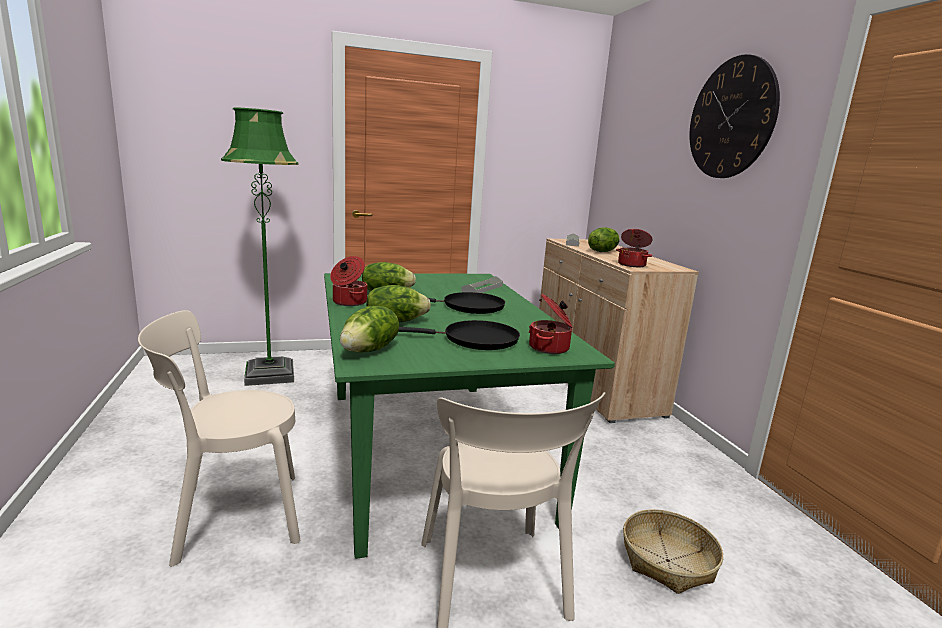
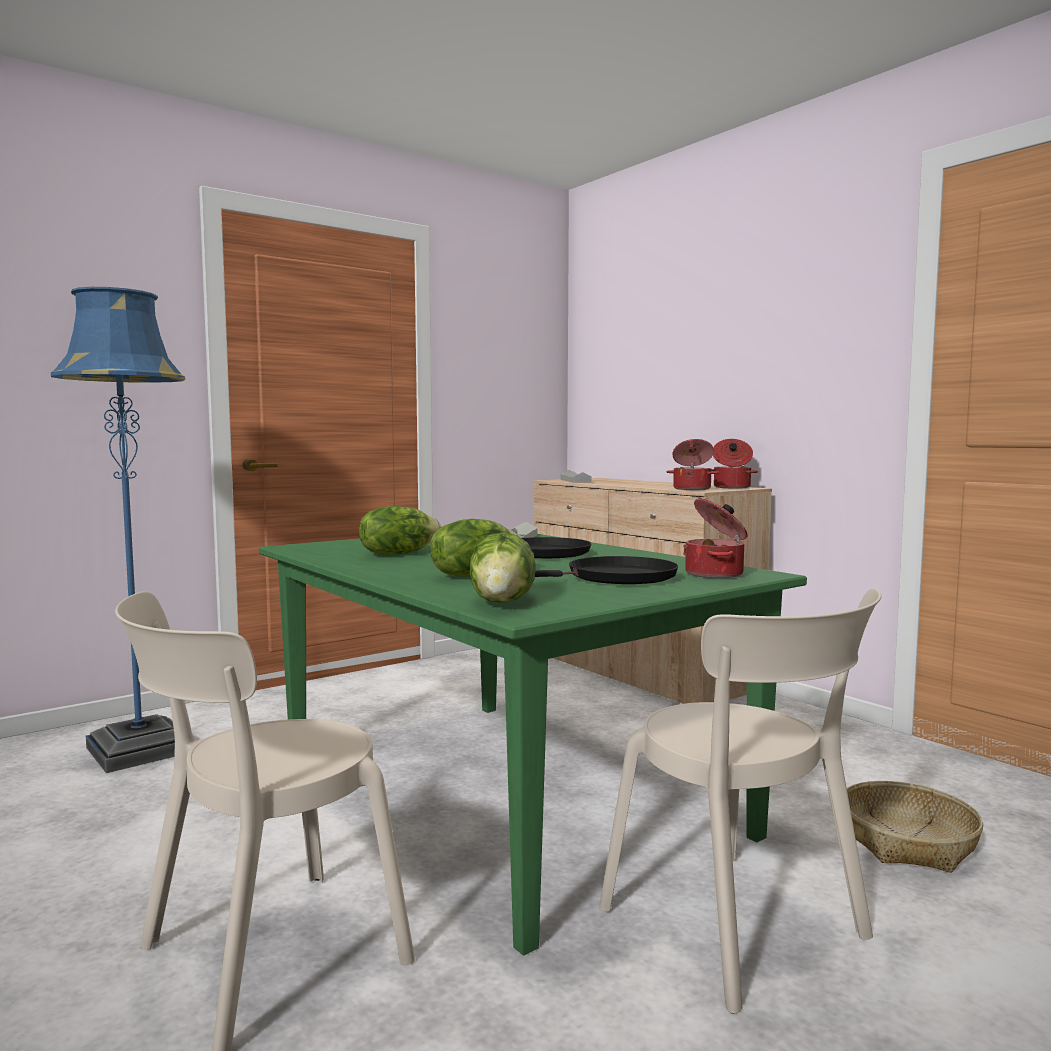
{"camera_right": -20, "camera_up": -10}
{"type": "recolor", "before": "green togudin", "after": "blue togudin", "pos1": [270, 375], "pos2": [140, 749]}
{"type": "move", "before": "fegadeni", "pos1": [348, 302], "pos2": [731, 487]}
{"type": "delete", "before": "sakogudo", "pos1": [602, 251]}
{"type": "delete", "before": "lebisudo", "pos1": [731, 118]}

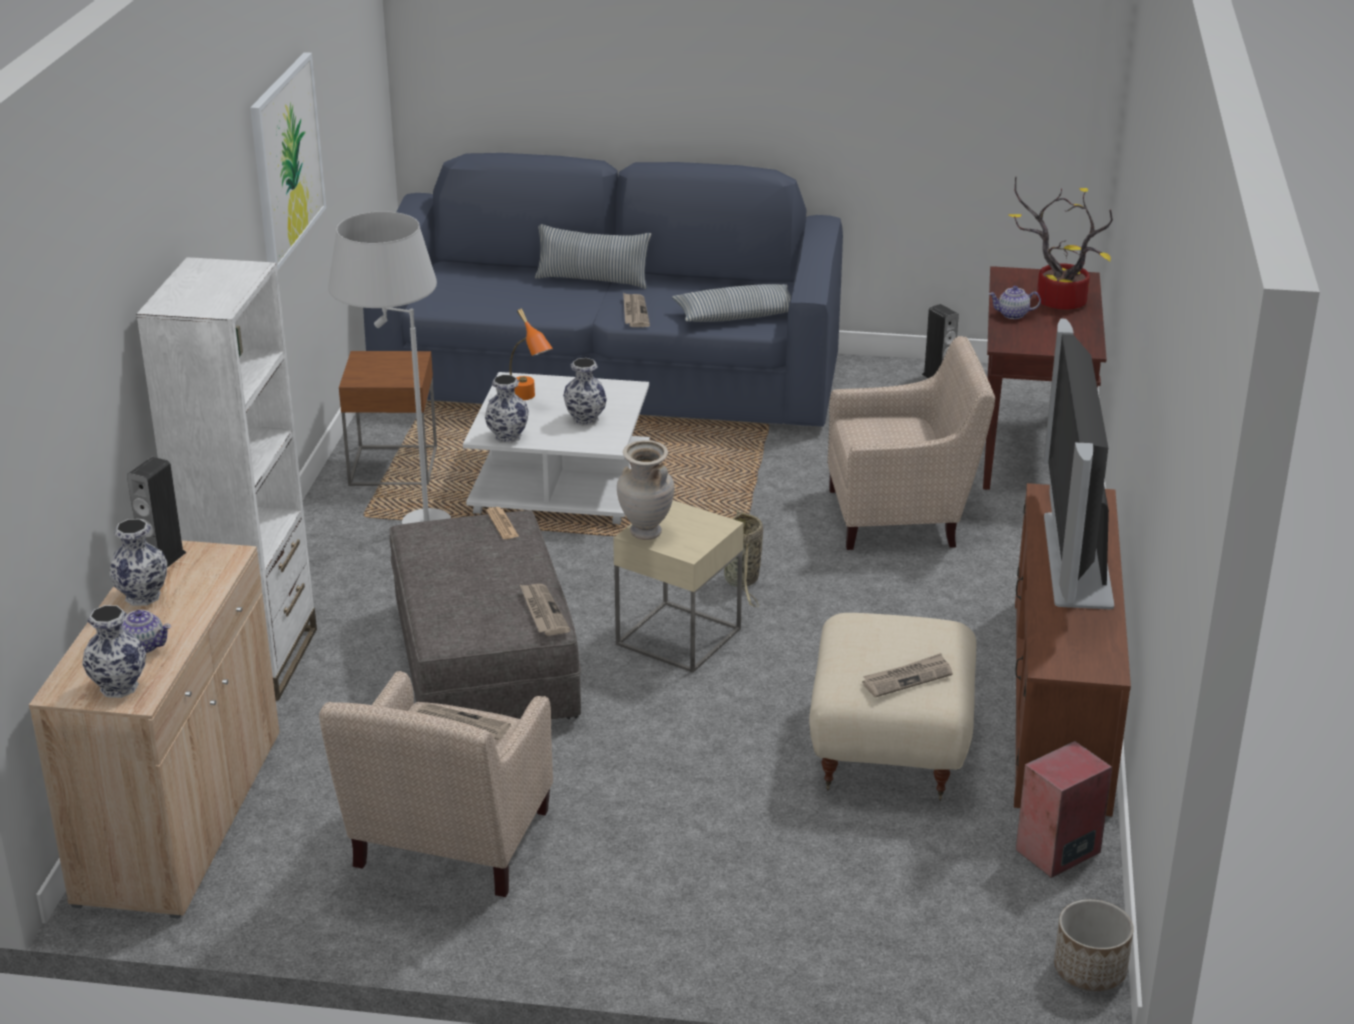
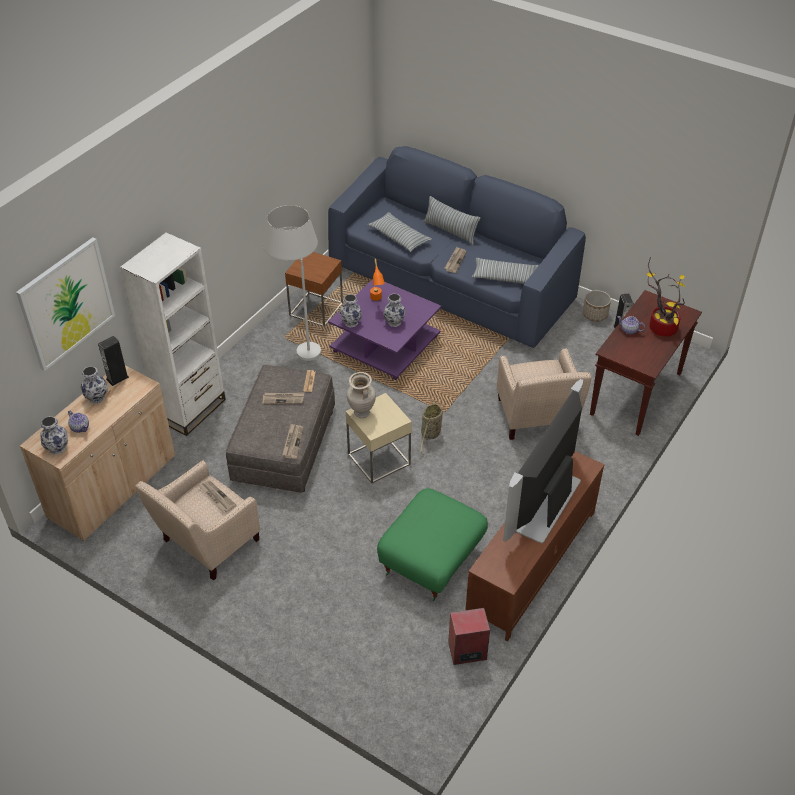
{"camera_right": 25, "camera_up": 15}
{"type": "move", "before": "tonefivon", "pos1": [286, 160], "pos2": [66, 303]}
{"type": "move", "before": "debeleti", "pos1": [907, 678], "pos2": [283, 399]}
{"type": "recolor", "before": "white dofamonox", "after": "purple dofamonox", "pos1": [563, 482], "pos2": [386, 344]}
{"type": "insert", "after": "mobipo", "pos2": [399, 237]}
{"type": "recolor", "before": "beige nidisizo", "after": "green nidisizo", "pos1": [892, 748], "pos2": [432, 562]}
{"type": "rotate", "before": "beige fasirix", "pos1": [902, 517], "pos2": [536, 419], "turn": 60}
{"type": "move", "before": "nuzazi", "pos1": [1090, 970], "pos2": [595, 314]}

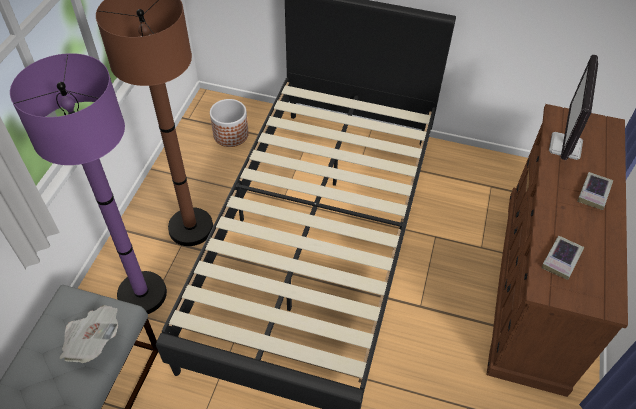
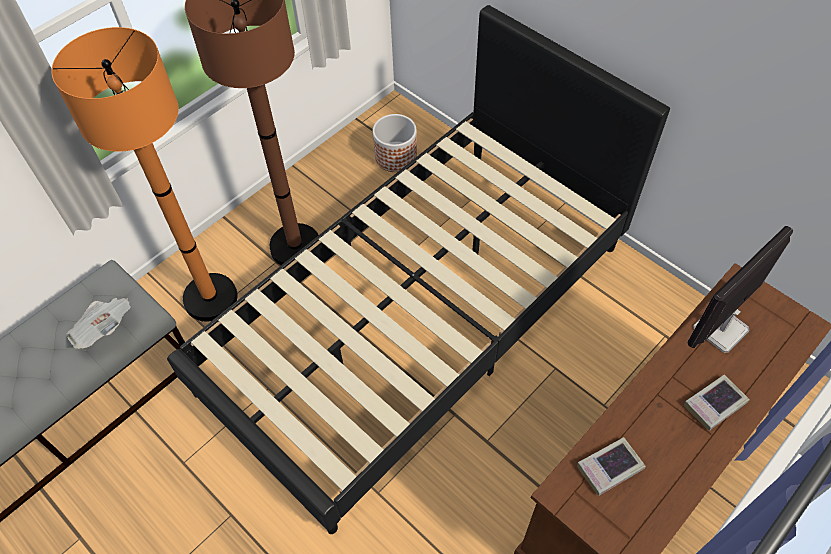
{"camera_right": 30, "camera_up": 5}
{"type": "recolor", "before": "purple togudin", "after": "orange togudin", "pos1": [142, 294], "pos2": [210, 298]}

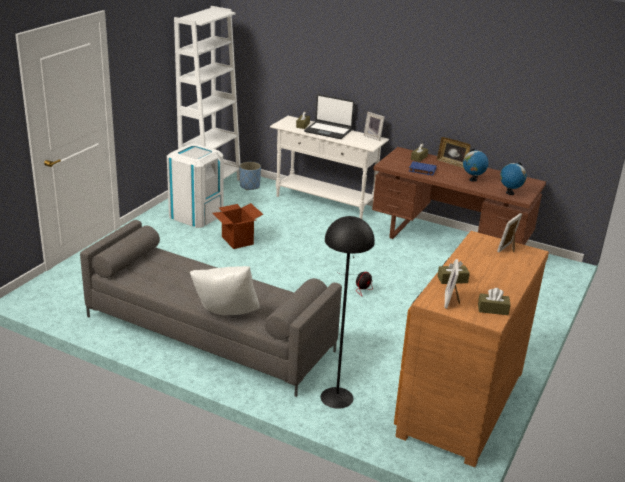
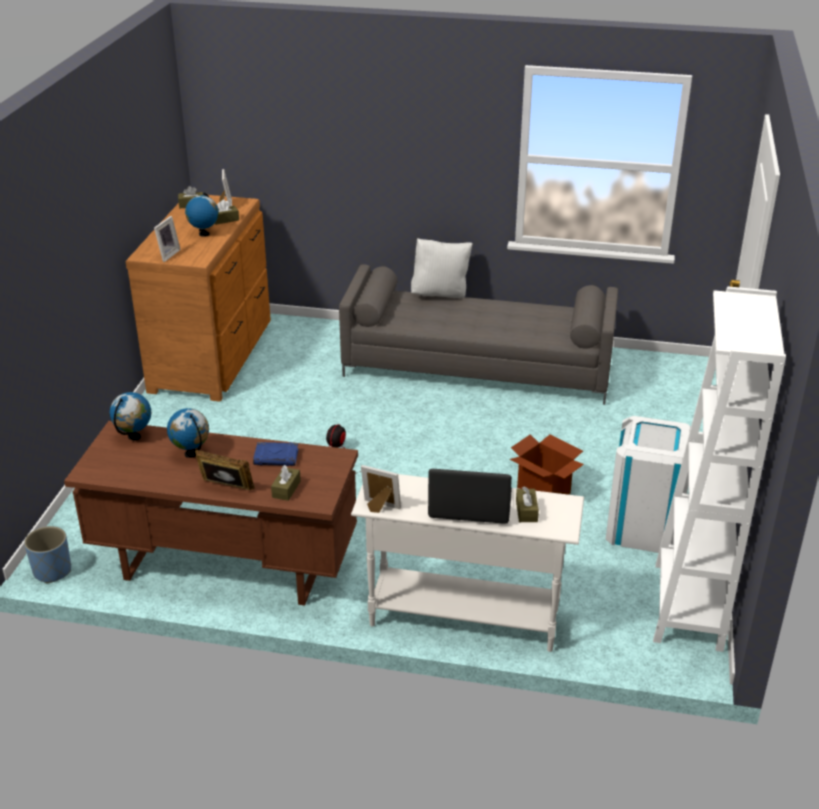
{"camera_right": 165, "camera_up": 5}
{"type": "move", "before": "blue nuzazi", "pos1": [250, 186], "pos2": [52, 571]}
{"type": "insert", "after": "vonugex", "pos2": [204, 234]}
{"type": "delete", "before": "black togudin", "pos1": [336, 397]}

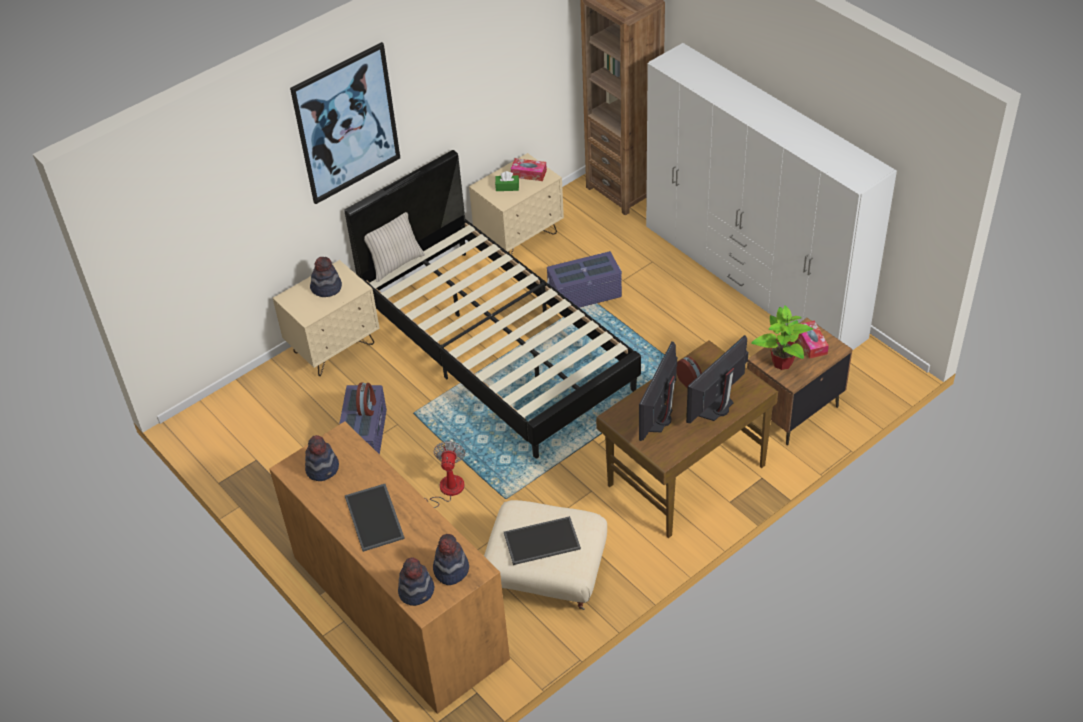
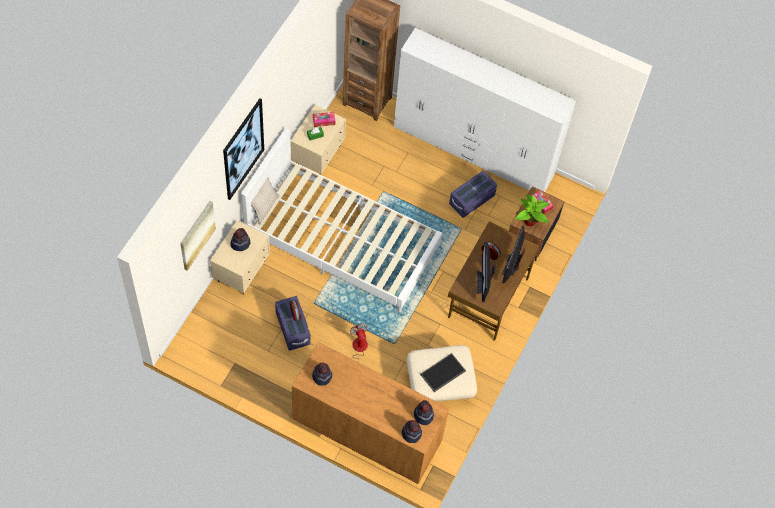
{"camera_right": -30, "camera_up": 15}
{"type": "insert", "after": "tonefivon", "pos2": [197, 235]}
{"type": "recolor", "before": "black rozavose", "after": "white rozavose", "pos1": [496, 347], "pos2": [341, 242]}
{"type": "move", "before": "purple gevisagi", "pos1": [584, 295], "pos2": [471, 200]}
{"type": "delete", "before": "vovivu", "pos1": [375, 517]}

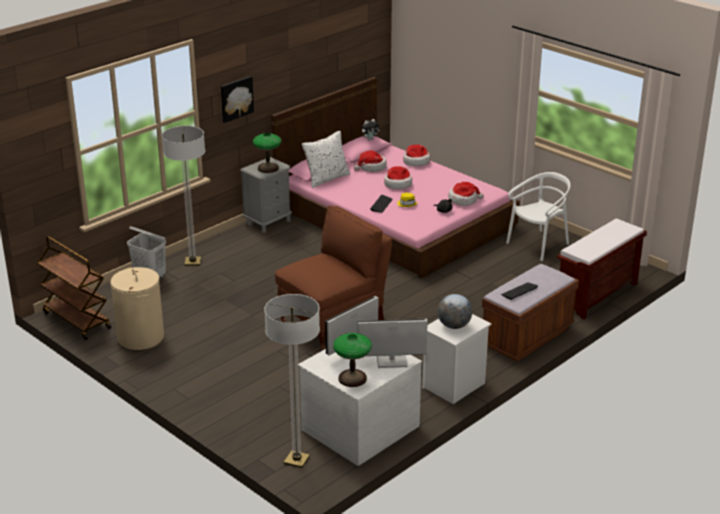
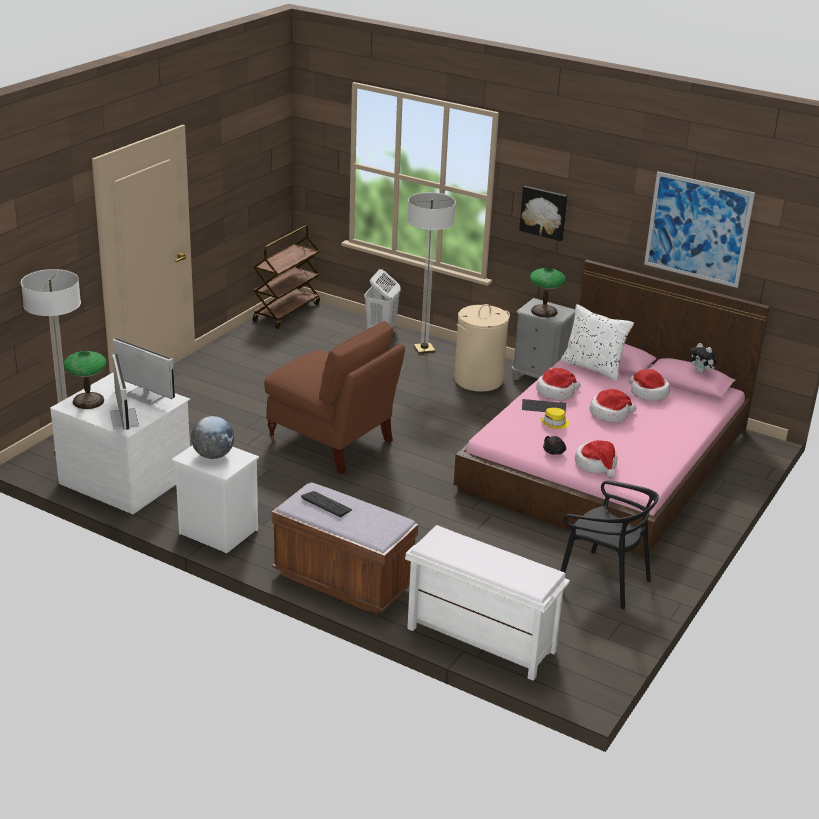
{"camera_right": 75, "camera_up": 0}
{"type": "recolor", "before": "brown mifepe", "after": "white mifepe", "pos1": [597, 295], "pos2": [479, 640]}
{"type": "move", "before": "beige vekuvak", "pos1": [141, 337], "pos2": [478, 380]}
{"type": "move", "before": "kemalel", "pos1": [416, 162], "pos2": [556, 392]}
{"type": "recolor", "before": "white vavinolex", "after": "black vavinolex", "pos1": [538, 245], "pos2": [604, 581]}
{"type": "insert", "after": "tonefivon", "pos2": [698, 229]}

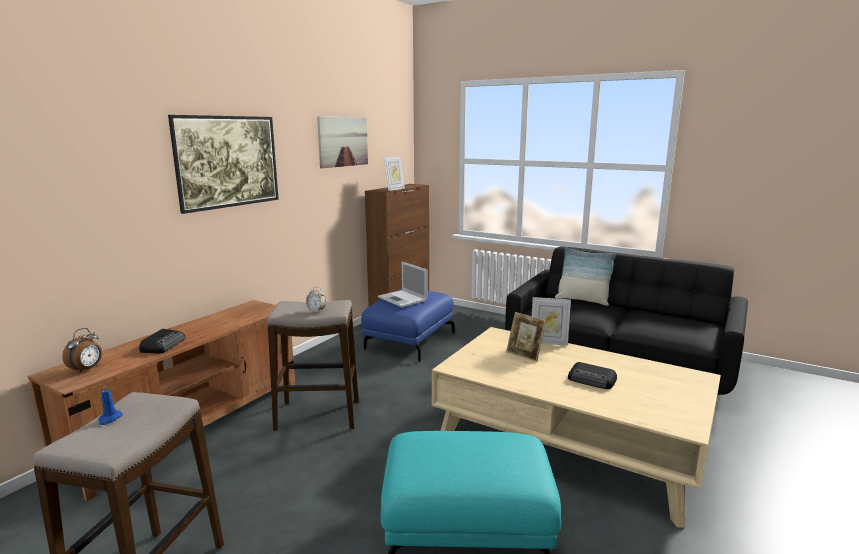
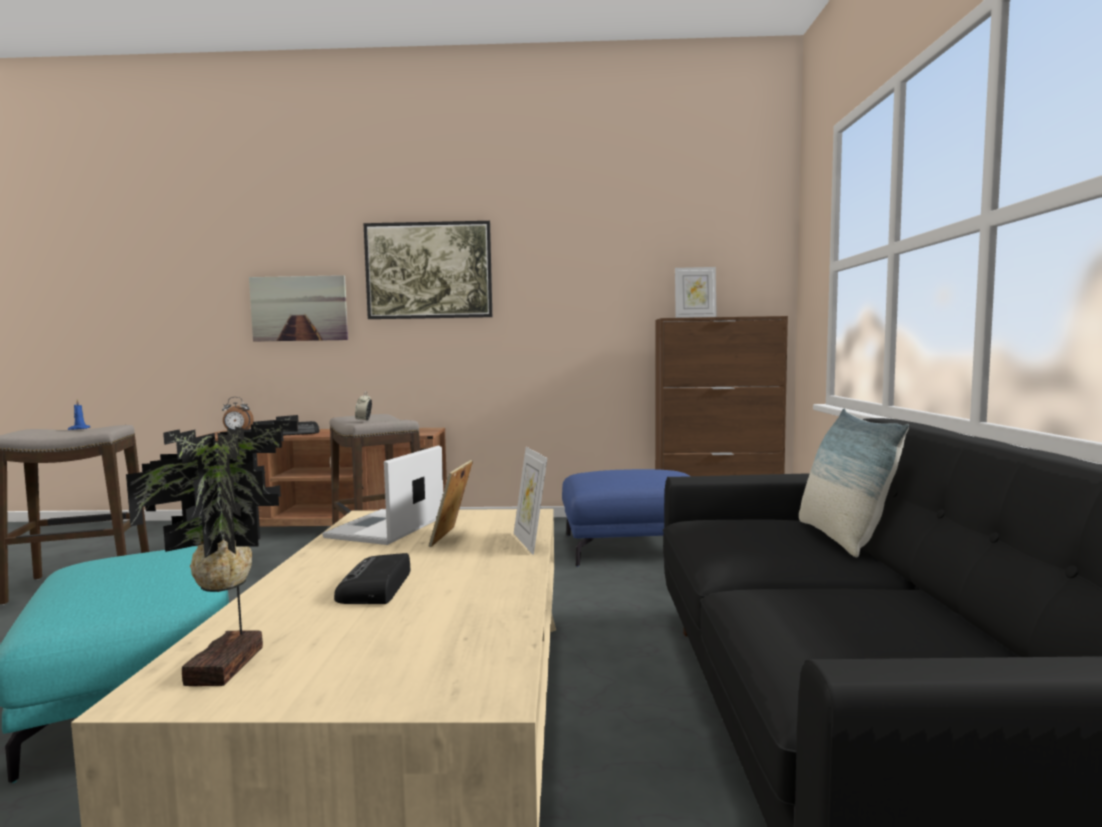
{"camera_right": 60, "camera_up": -10}
{"type": "insert", "after": "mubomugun", "pos2": [232, 665]}
{"type": "move", "before": "tonefivon", "pos1": [343, 141], "pos2": [299, 308]}
{"type": "move", "before": "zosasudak", "pos1": [403, 299], "pos2": [385, 528]}

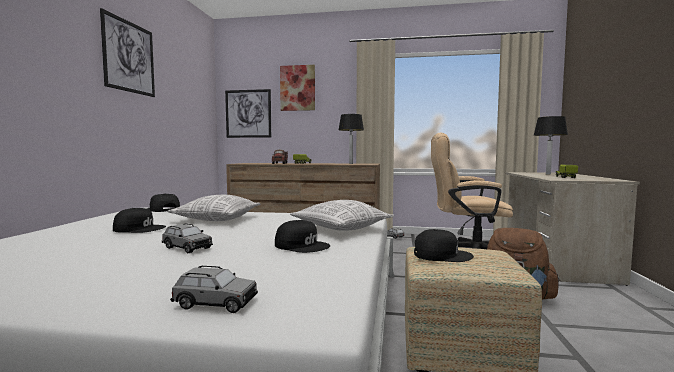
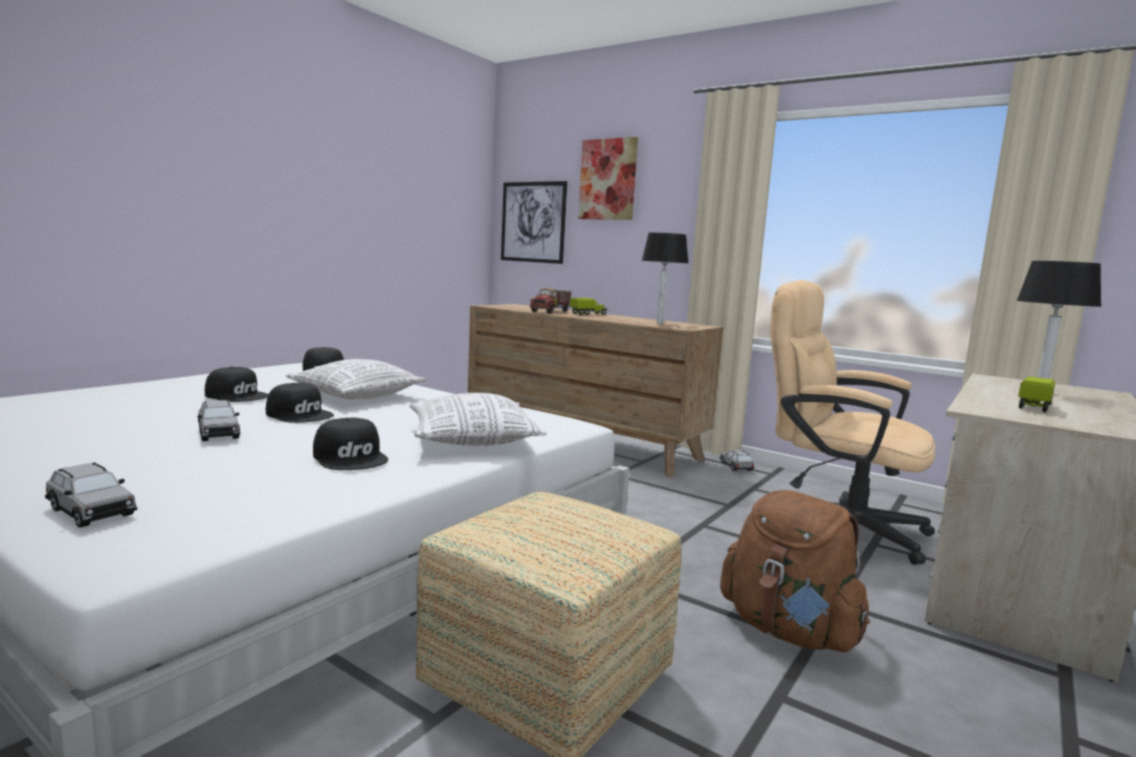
{"camera_right": 25, "camera_up": 5}
{"type": "move", "before": "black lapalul", "pos1": [441, 255], "pos2": [300, 414]}
{"type": "delete", "before": "tonefivon", "pos1": [129, 57]}

